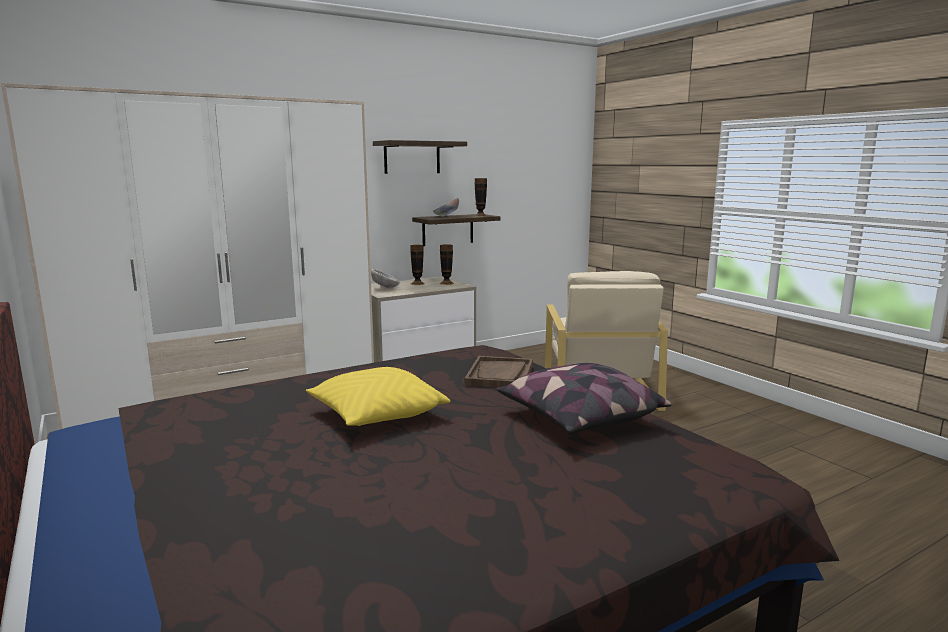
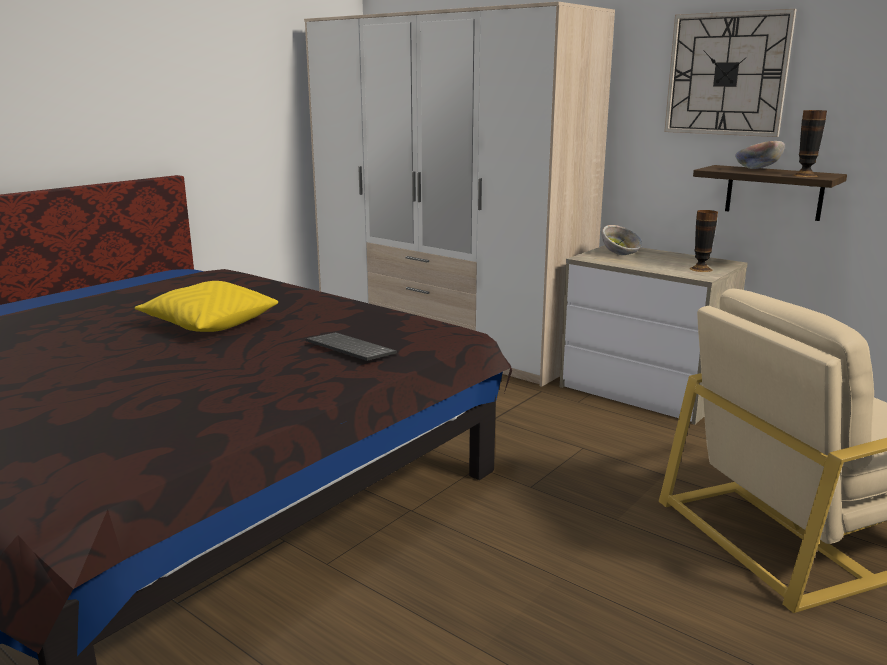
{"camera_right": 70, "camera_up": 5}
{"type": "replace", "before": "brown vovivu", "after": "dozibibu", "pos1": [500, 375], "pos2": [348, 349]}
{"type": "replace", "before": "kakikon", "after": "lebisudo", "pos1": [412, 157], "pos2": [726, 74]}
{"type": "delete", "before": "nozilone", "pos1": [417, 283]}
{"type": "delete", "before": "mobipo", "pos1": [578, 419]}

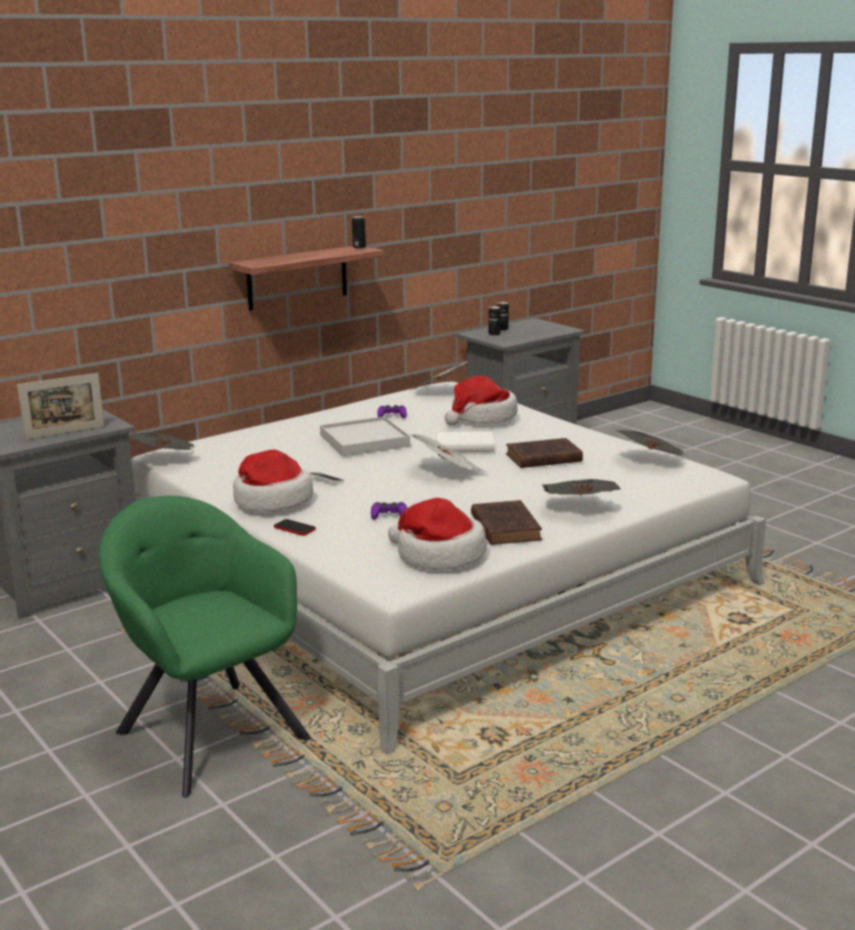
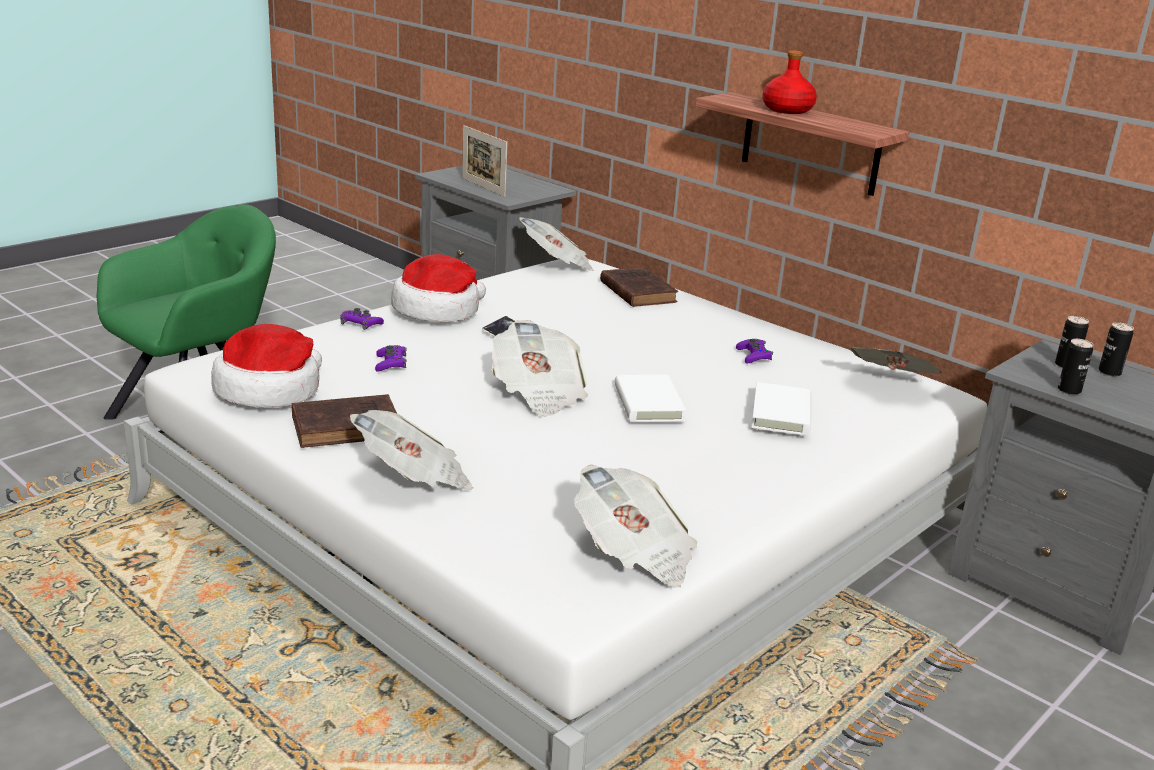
{"camera_right": 80, "camera_up": 5}
{"type": "replace", "before": "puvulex", "after": "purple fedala", "pos1": [294, 528], "pos2": [360, 324]}
{"type": "move", "before": "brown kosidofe", "pos1": [541, 458], "pos2": [636, 291]}
{"type": "replace", "before": "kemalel", "after": "white kosidofe", "pos1": [482, 417], "pos2": [781, 414]}
{"type": "insert", "after": "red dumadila", "pos2": [787, 110]}
{"type": "move", "before": "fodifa", "pos1": [359, 247], "pos2": [1069, 390]}
{"type": "delete", "before": "white vovivu", "pos1": [364, 440]}

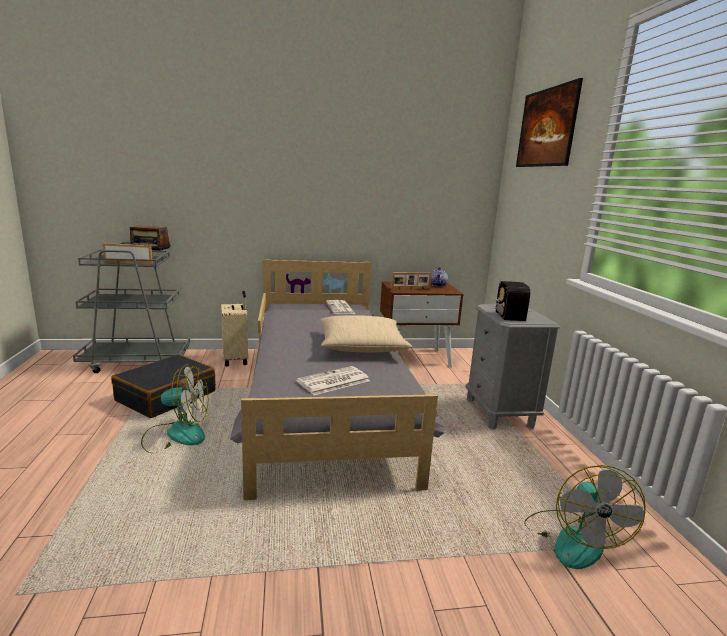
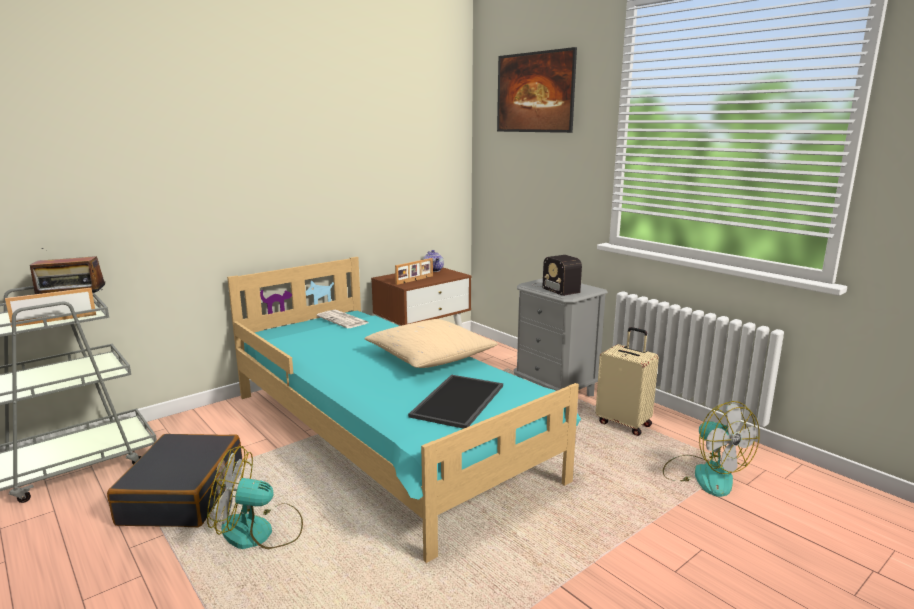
{"camera_right": -30, "camera_up": 0}
{"type": "rotate", "before": "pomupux", "pos1": [176, 434], "pos2": [259, 532], "turn": -150}
{"type": "recolor", "before": "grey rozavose", "after": "turquoise rozavose", "pos1": [325, 402], "pos2": [387, 434]}
{"type": "replace", "before": "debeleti", "after": "vovivu", "pos1": [333, 381], "pos2": [459, 401]}
{"type": "move", "before": "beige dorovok", "pos1": [236, 360], "pos2": [624, 423]}

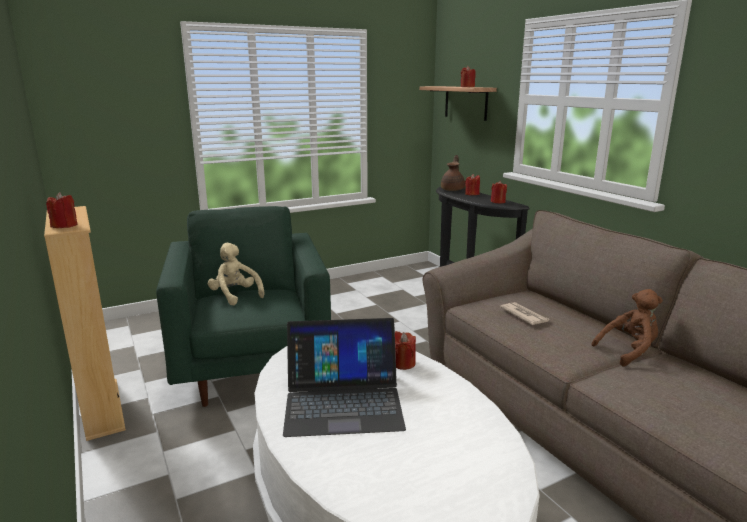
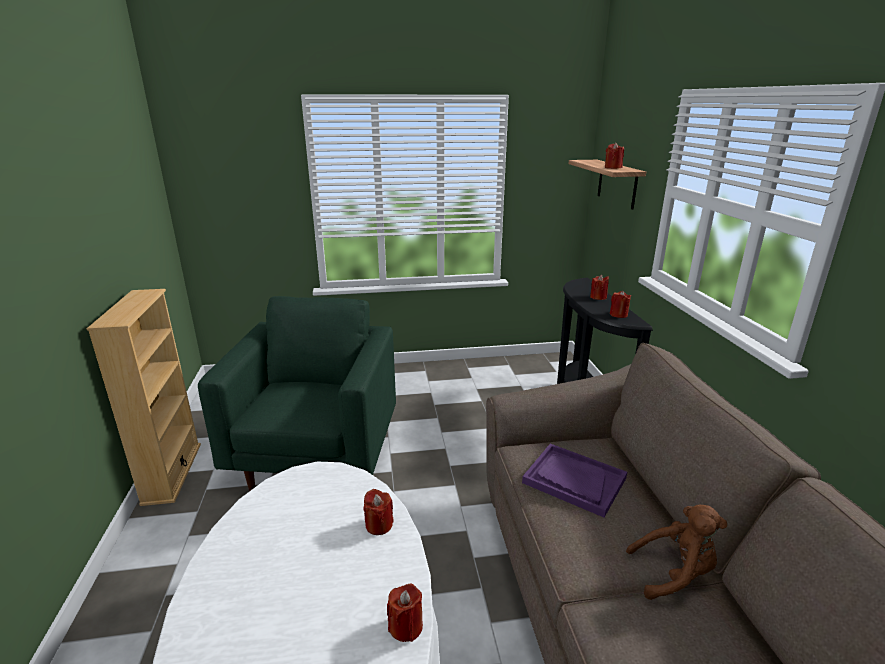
{"camera_right": 20, "camera_up": 5}
{"type": "move", "before": "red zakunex", "pos1": [64, 226], "pos2": [406, 626]}
{"type": "replace", "before": "debeleti", "after": "purple vovivu", "pos1": [524, 315], "pos2": [574, 480]}
{"type": "delete", "before": "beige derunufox", "pos1": [235, 296]}
{"type": "delete", "before": "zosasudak", "pos1": [343, 401]}
{"type": "delete", "before": "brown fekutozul", "pos1": [453, 189]}

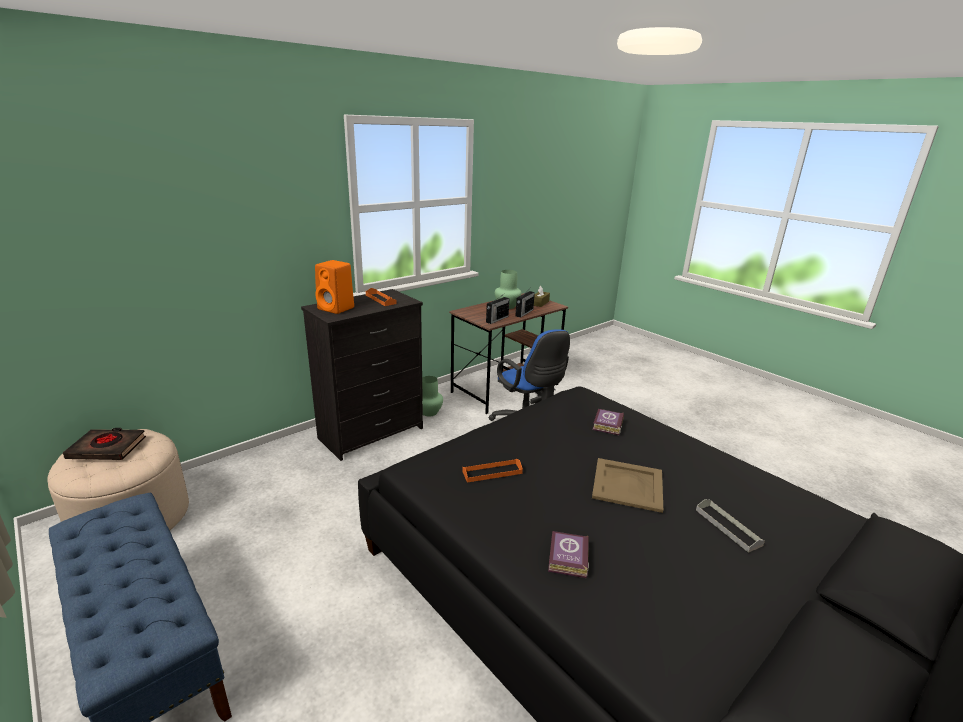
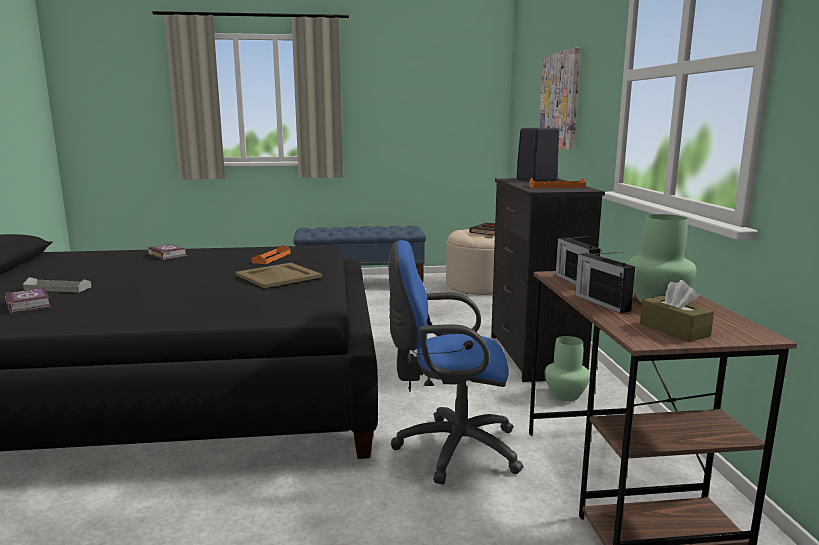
{"camera_right": 125, "camera_up": -10}
{"type": "move", "before": "kosidofe", "pos1": [607, 425], "pos2": [29, 304]}
{"type": "move", "before": "beige vovivu", "pos1": [627, 484], "pos2": [279, 276]}
{"type": "recolor", "before": "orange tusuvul", "after": "black tusuvul", "pos1": [337, 308], "pos2": [535, 180]}
{"type": "insert", "after": "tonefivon", "pos2": [560, 100]}

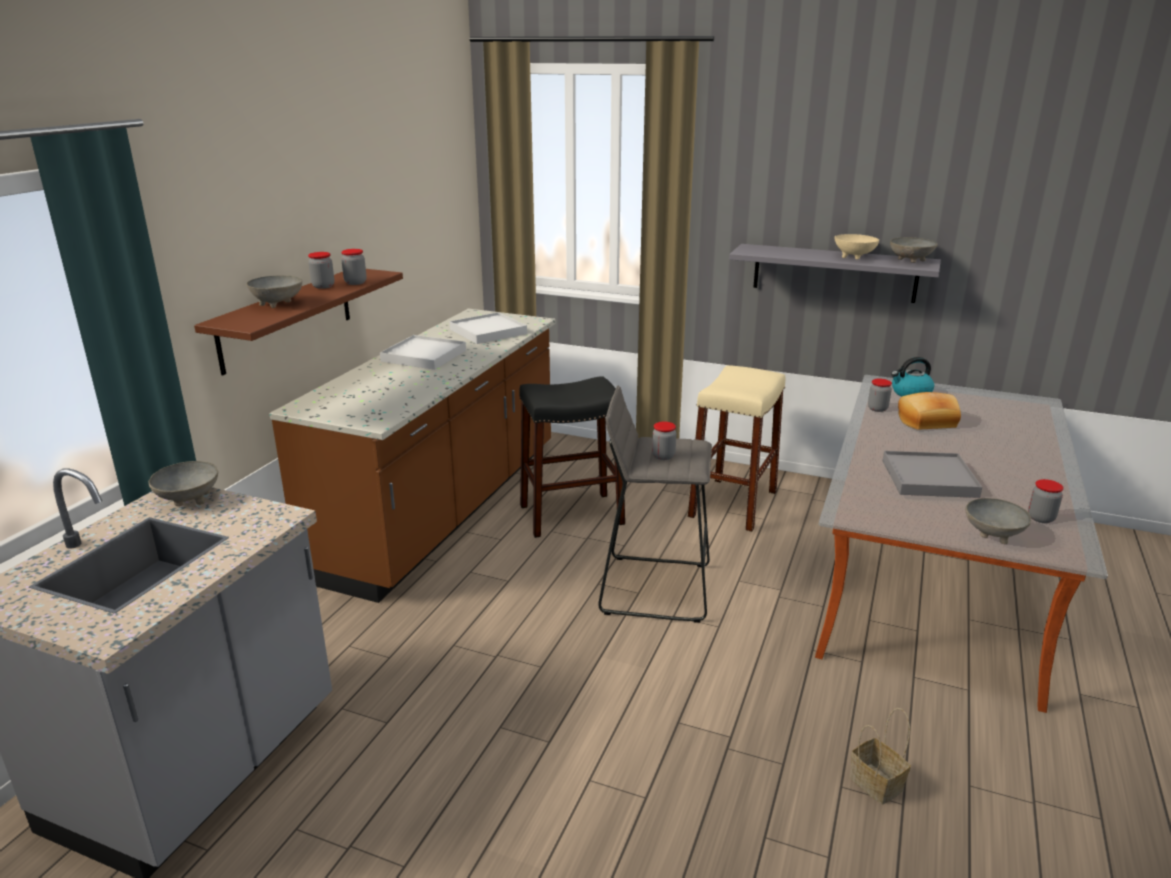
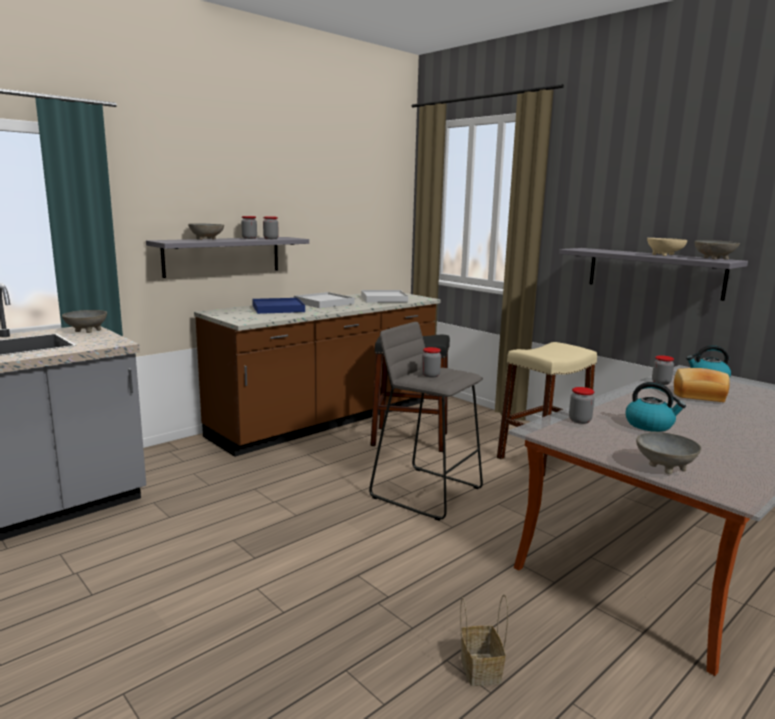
{"camera_right": 25, "camera_up": -10}
{"type": "recolor", "before": "brown kakikon", "after": "grey kakikon", "pos1": [287, 318], "pos2": [223, 256]}
{"type": "insert", "after": "blue vovivu", "pos2": [278, 308]}
{"type": "move", "before": "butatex", "pos1": [1041, 518], "pos2": [579, 420]}
{"type": "replace", "before": "grey vovivu", "after": "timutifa", "pos1": [928, 478], "pos2": [650, 425]}

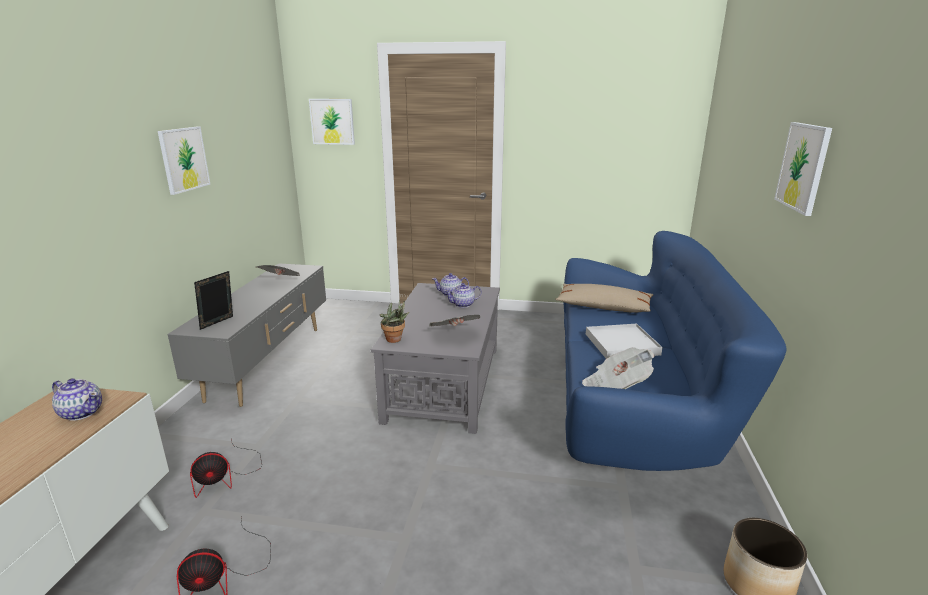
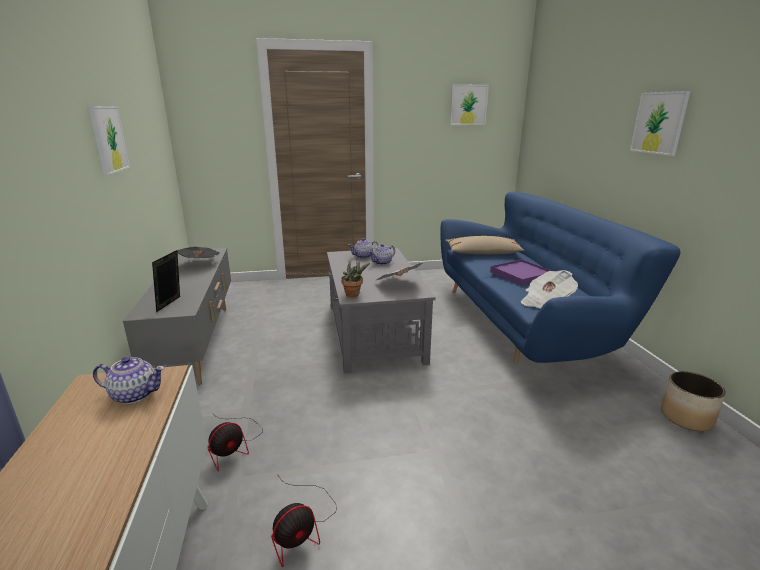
{"camera_right": -20, "camera_up": 0}
{"type": "move", "before": "tonefivon", "pos1": [332, 121], "pos2": [468, 105]}
{"type": "recolor", "before": "white vovivu", "after": "purple vovivu", "pos1": [622, 344], "pos2": [521, 275]}

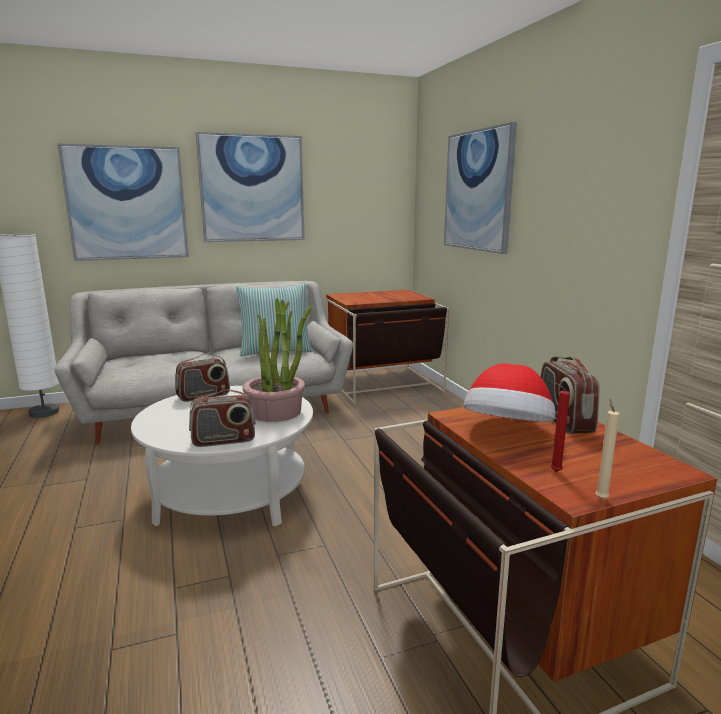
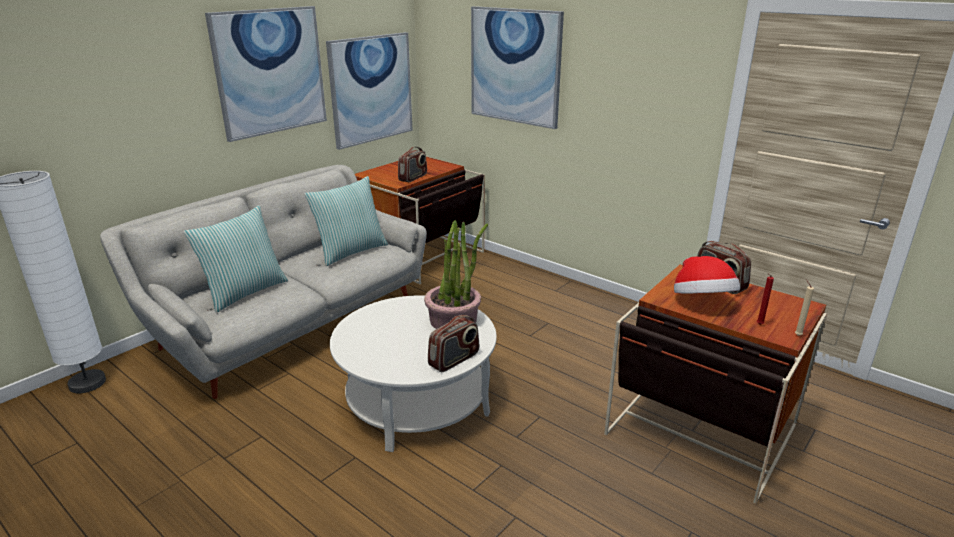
{"camera_right": -30, "camera_up": 10}
{"type": "insert", "after": "mobipo", "pos2": [245, 292]}
{"type": "move", "before": "tonefivon", "pos1": [127, 203], "pos2": [371, 89]}
{"type": "move", "before": "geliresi", "pos1": [203, 396], "pos2": [413, 178]}

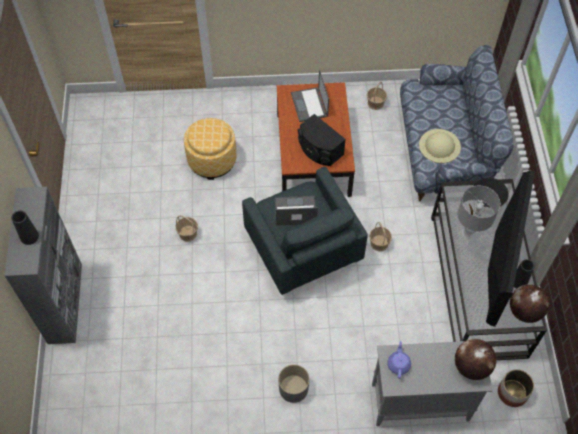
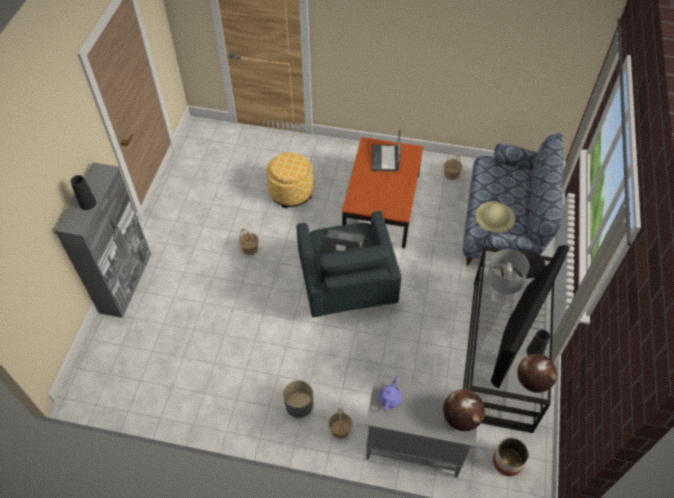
{"camera_right": 15, "camera_up": -5}
{"type": "move", "before": "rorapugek", "pos1": [379, 243], "pos2": [340, 429]}
{"type": "delete", "before": "black tusuvul", "pos1": [319, 149]}

